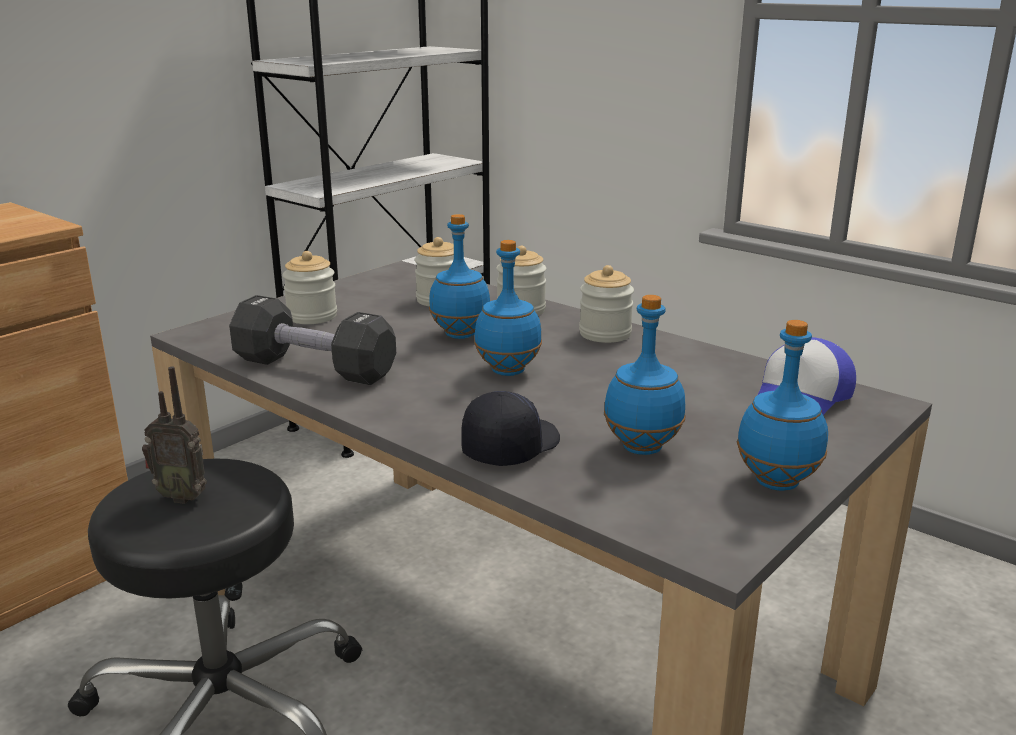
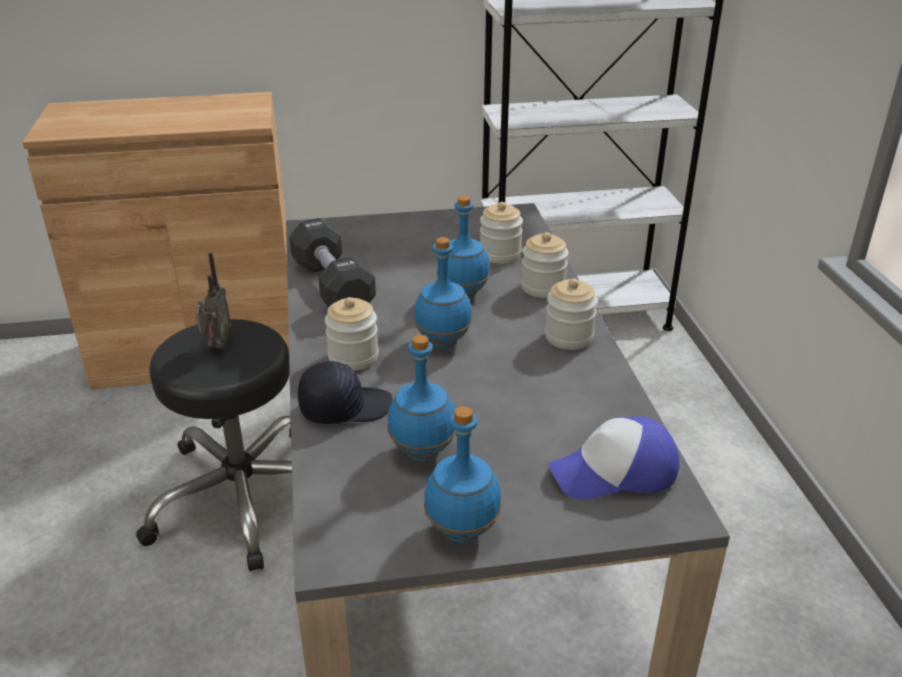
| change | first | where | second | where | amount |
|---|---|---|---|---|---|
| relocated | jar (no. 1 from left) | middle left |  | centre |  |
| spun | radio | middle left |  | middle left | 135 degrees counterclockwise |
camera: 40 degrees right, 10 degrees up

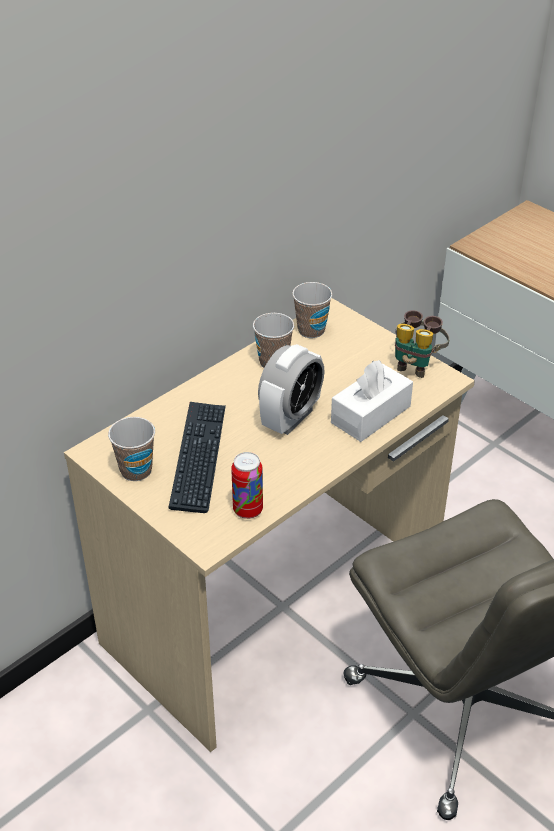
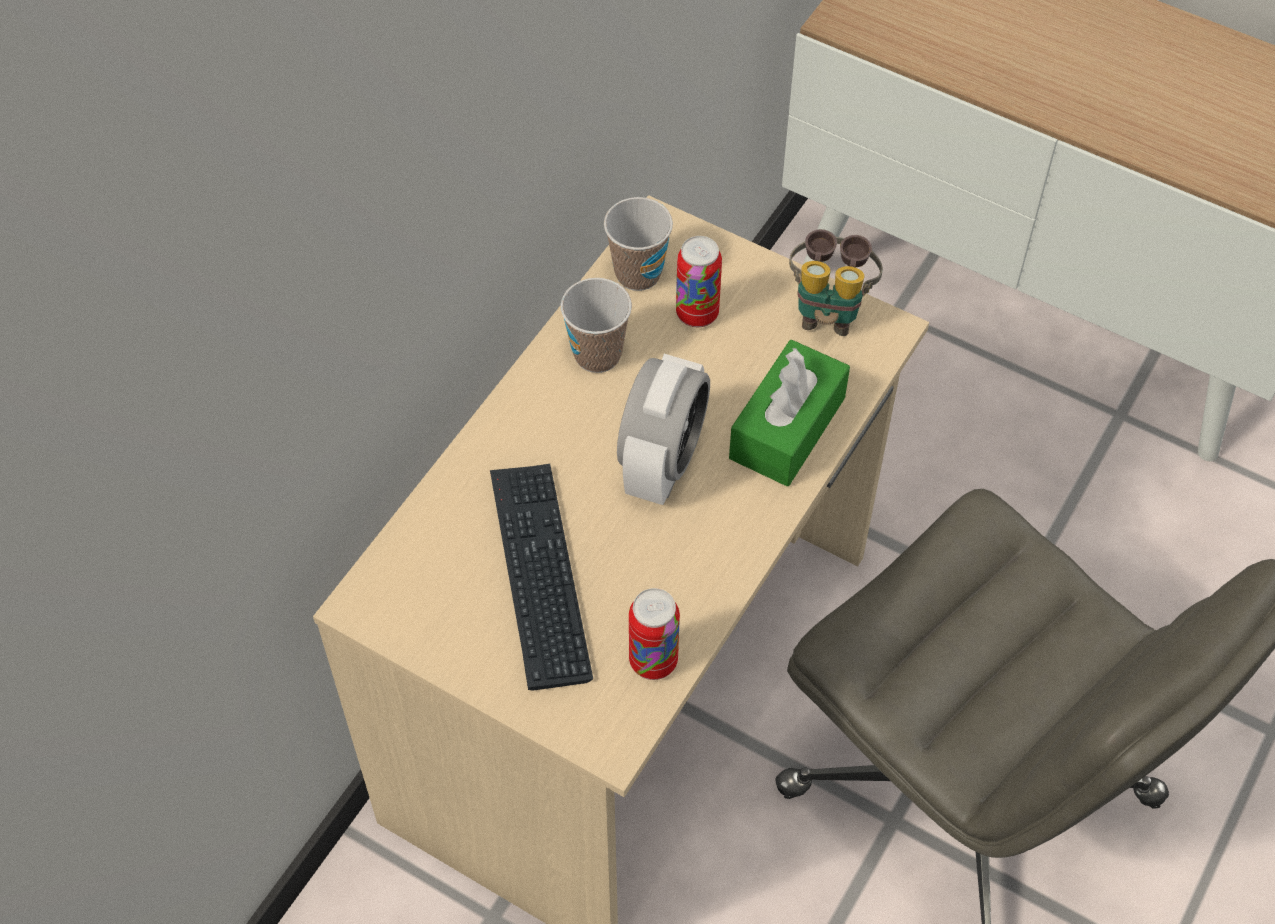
| change | first | where | second | where | amount |
|---|---|---|---|---|---|
| colour | tissue box (white) | middle right | tissue box (green) | centre |  |
| missing | cup (no. 1 from left) | middle left |  |  |  |
| appeared |  |  | can (no. 2 from left) | top centre |  |
camera: 15 degrees left, 15 degrees up

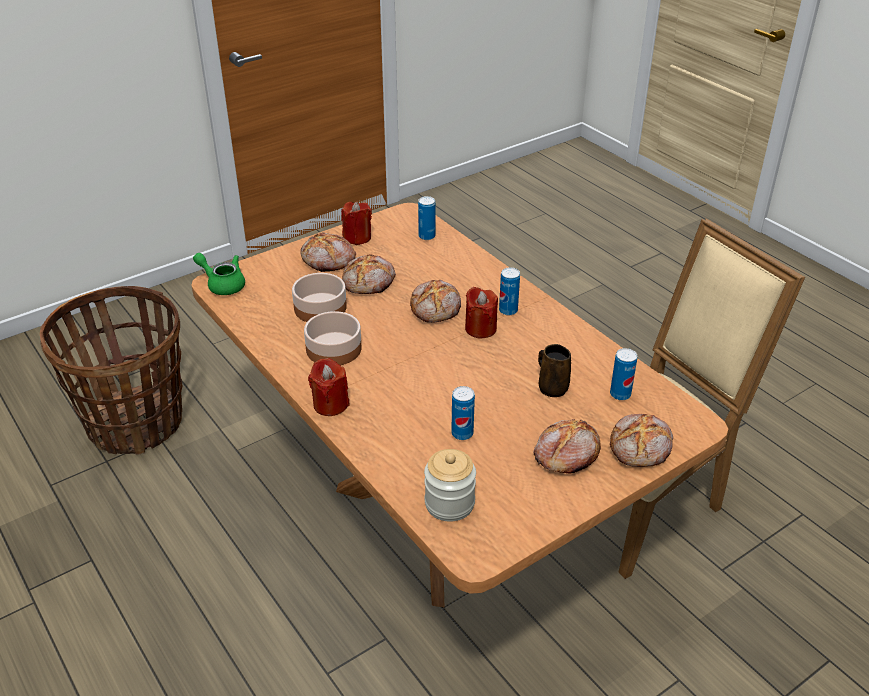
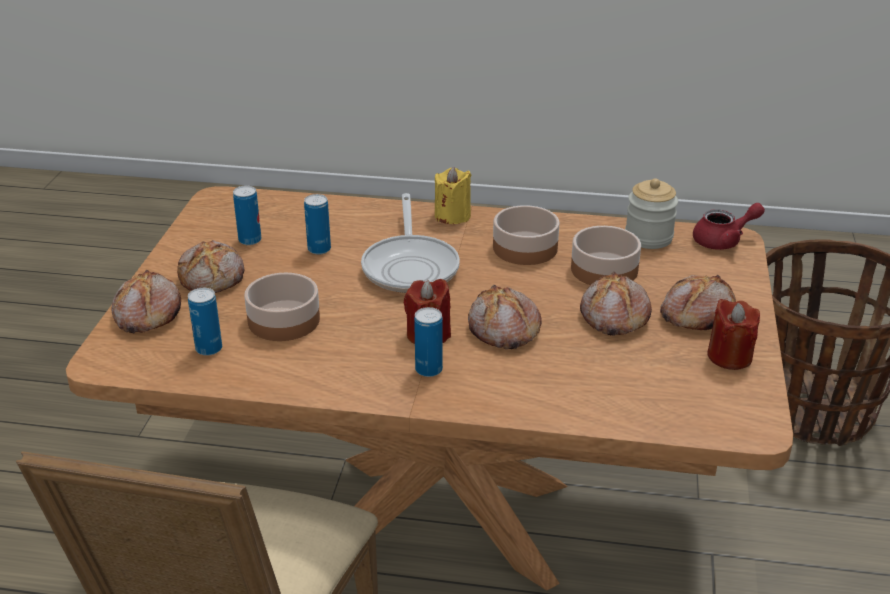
| change | first | where | second | where | amount |
|---|---|---|---|---|---|
| relocated | can (no. 1 from left in the first image) | top centre | can (no. 2 from left) | middle left |  |
| colour | teapot (green) | middle left | teapot (red) | middle right |  |
| exchanged | mug (brown) | centre | bowl (no. 1 from left) | middle left |  |
| colour | candle (red) (no. 1 from left) | centre | candle (yellow) | top centre |  |
| relocated | jar | bottom centre |  | middle right |  |
| appeared |  |  | frying pan | centre |  |
camera: 135 degrees right, 5 degrees down

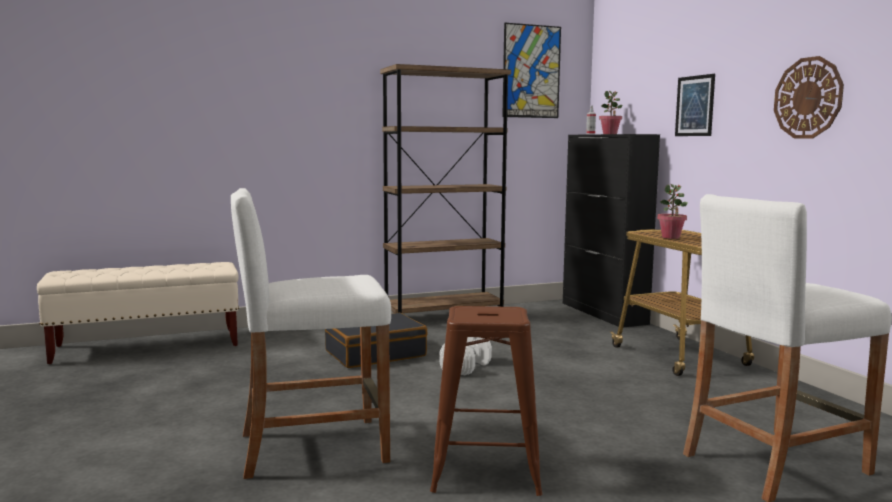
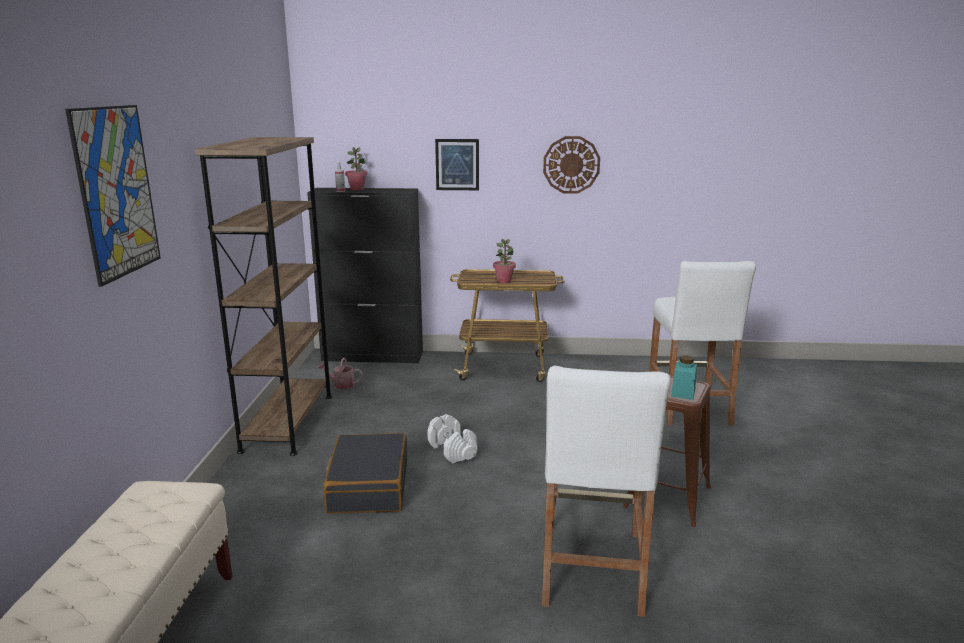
| change | first | where | second | where | amount |
|---|---|---|---|---|---|
| relocated | picture (no. 1 from left) | top centre |  | top left |  |
| appeared |  |  | jar (turquoise) | middle right |  |
| appeared |  |  | watering can | centre |  |
camera: 65 degrees left, 10 degrees up

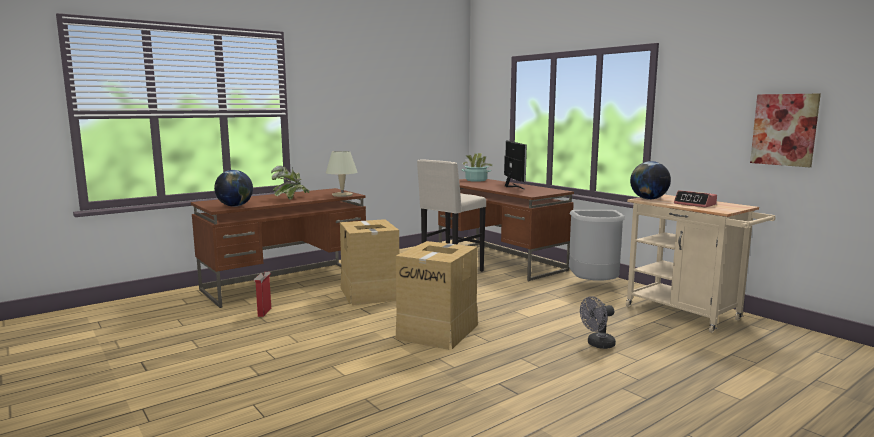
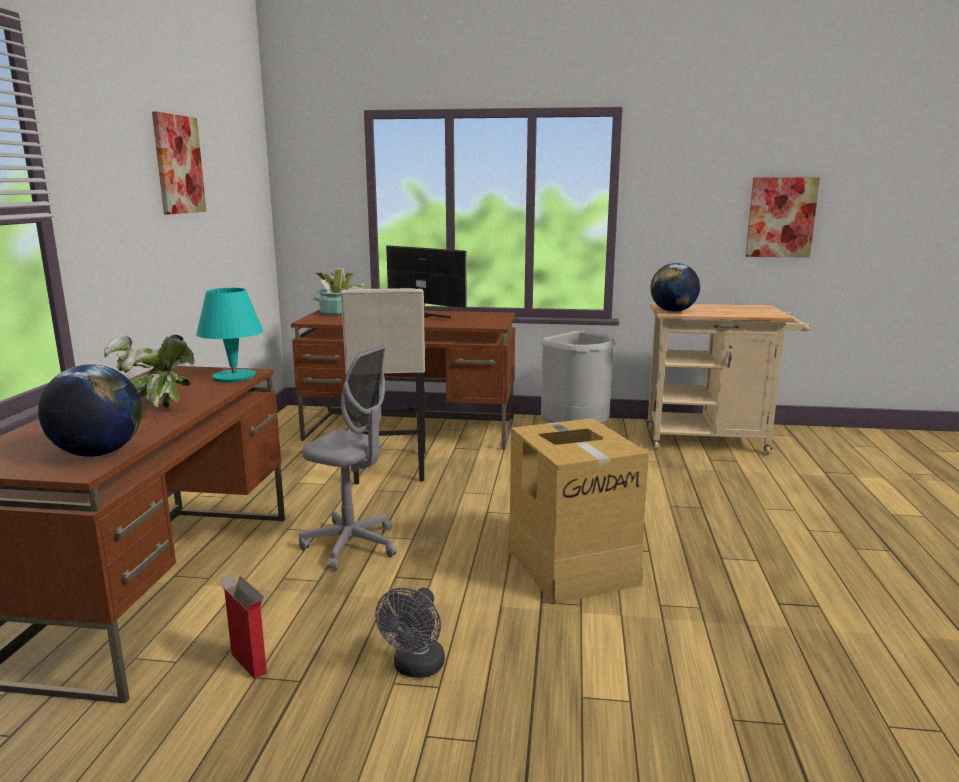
| change | first | where | second | where | amount |
|---|---|---|---|---|---|
| colour | table lamp (beige) | centre | table lamp (turquoise) | middle left |  |
| missing | alarm clock | middle right |  |  |  |
| exchanged | cardboard box (no. 2 from left) | centre | office chair (grey) | centre |  |
| relocated | fan (grey) | bottom right |  | bottom centre |  |
| appeared |  |  | picture (no. 1 from left) | top left |  |
camera: 45 degrees left, 5 degrees up

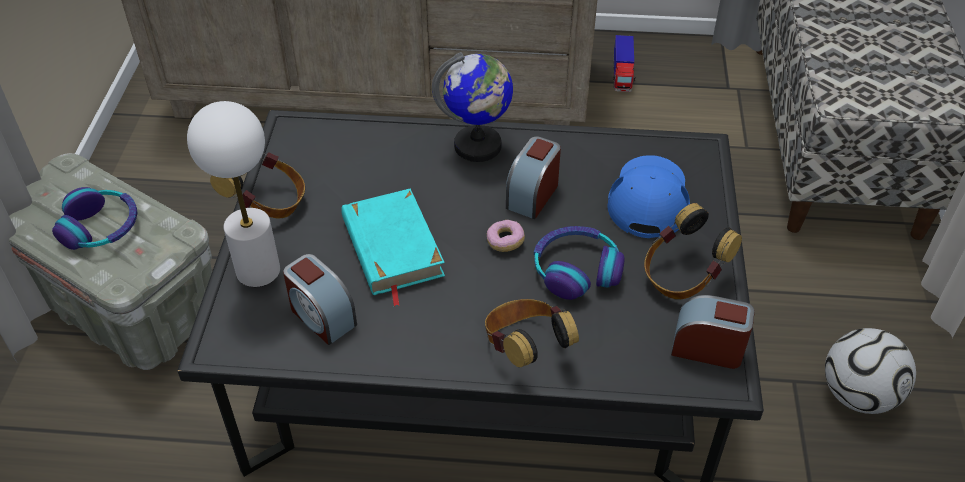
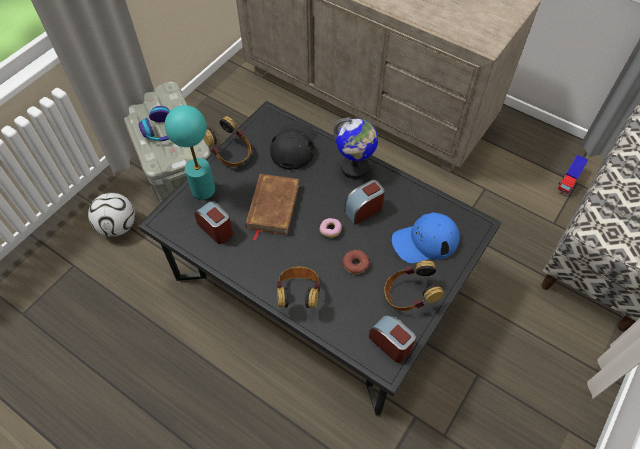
| change | first | where | second | where | amount |
|---|---|---|---|---|---|
| relocated | toy truck | top centre |  | middle right |  |
| colour | table lamp (white) | middle left | table lamp (turquoise) | middle left |  |
| spun | cap (blue) | middle right |  | centre | 150 degrees counterclockwise |
| colour | book (turquoise) | centre | book (brown) | centre |  |
| exchanged | headphones (no. 4 from left) | centre | donut (no. 2 from left) | centre |  |
| spun | alarm clock (no. 1 from left) | middle left |  | middle left | 150 degrees clockwise |
| relocated | football | bottom right |  | middle left |  |
| appeared |  |  | cap (black) | top centre |  |
camera: 30 degrees right, 10 degrees up

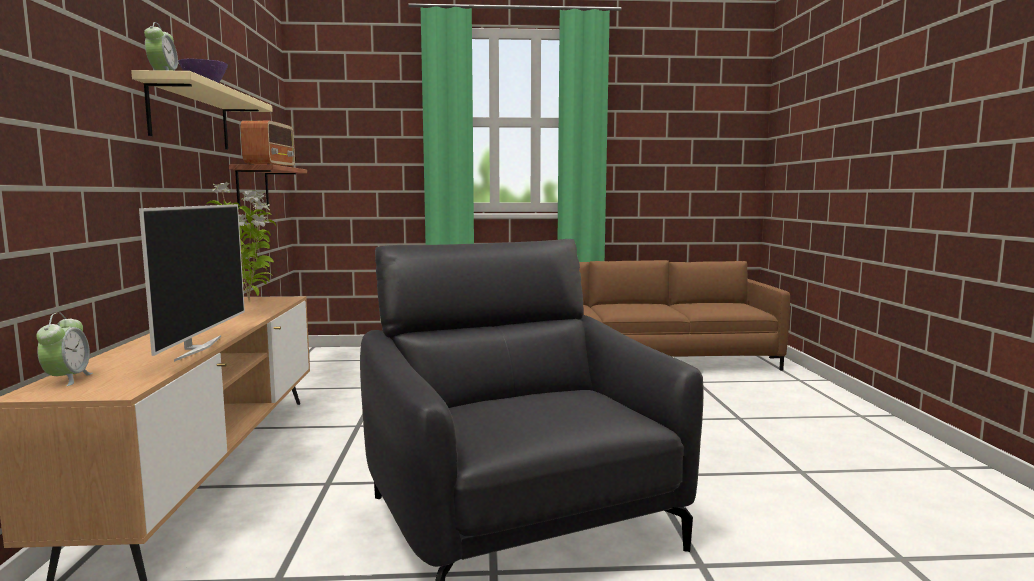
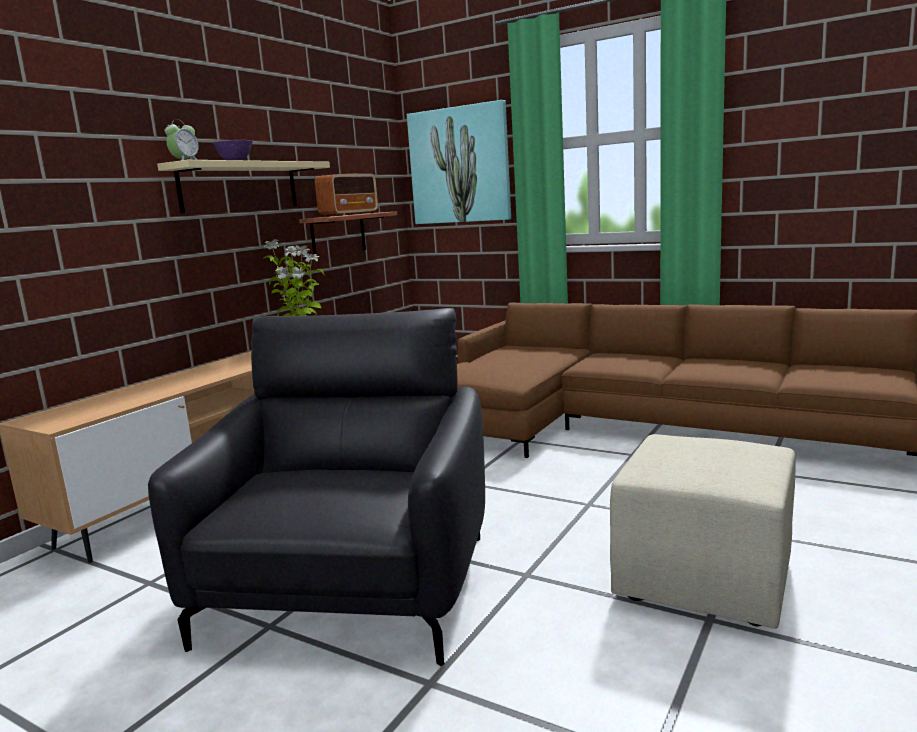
| change | first | where | second | where | amount |
|---|---|---|---|---|---|
| missing | television | middle left |  |  |  |
| missing | alarm clock (no. 1 from left) | middle left |  |  |  |
| appeared |  |  | picture | top centre |  |
| appeared |  |  | ottoman (beige) | bottom right |  |
camera: 35 degrees right, 5 degrees up

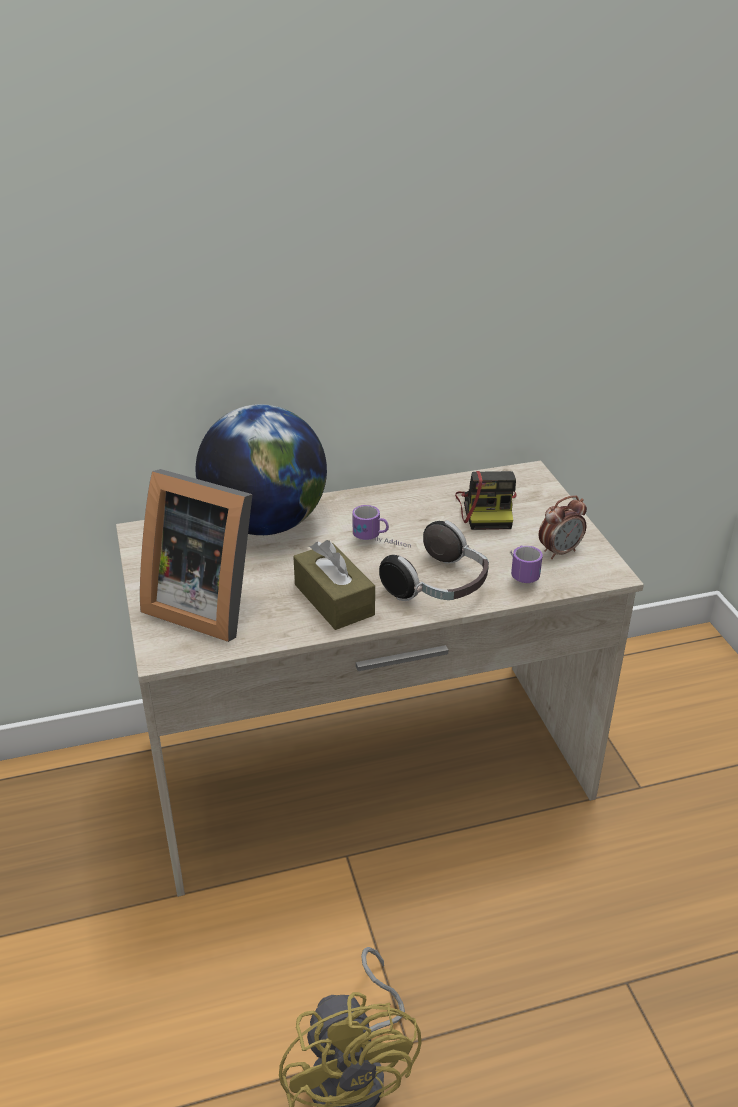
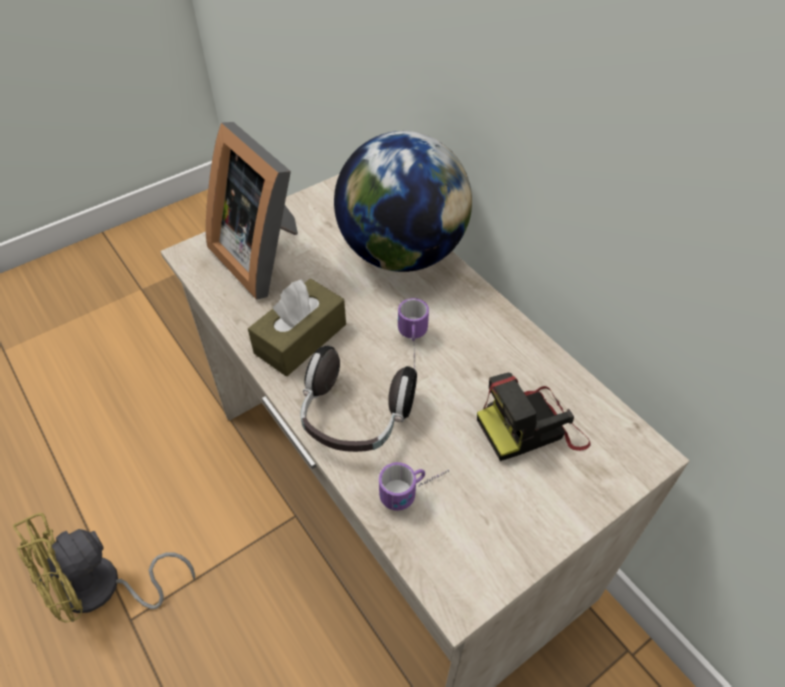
| change | first | where | second | where | amount |
|---|---|---|---|---|---|
| spun | picture frame | middle left |  | top left | 45 degrees counterclockwise |
| missing | alarm clock | middle right |  |  |  |
camera: 70 degrees right, 15 degrees up

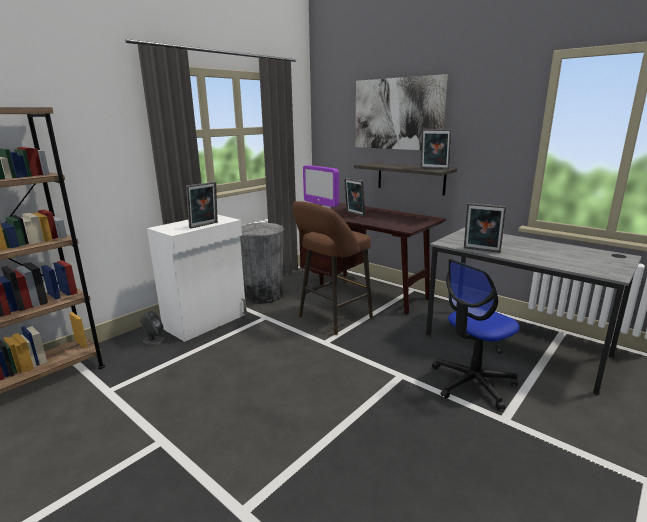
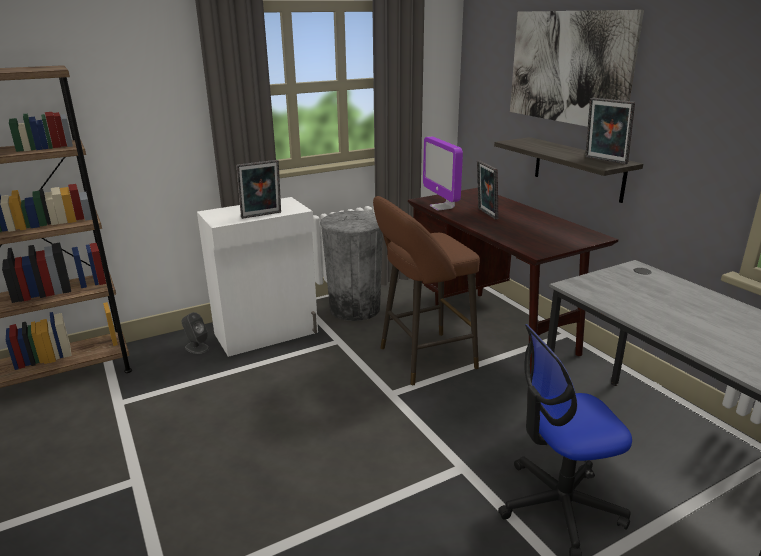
| change | first | where | second | where | amount |
|---|---|---|---|---|---|
| missing | picture frame (no. 4 from left) | middle right |  |  |  |
camera: 20 degrees right, 5 degrees up

